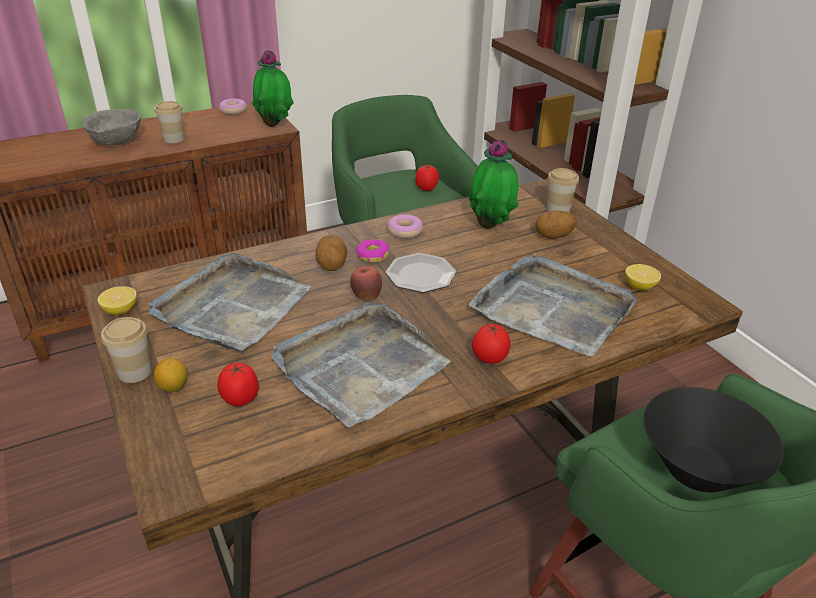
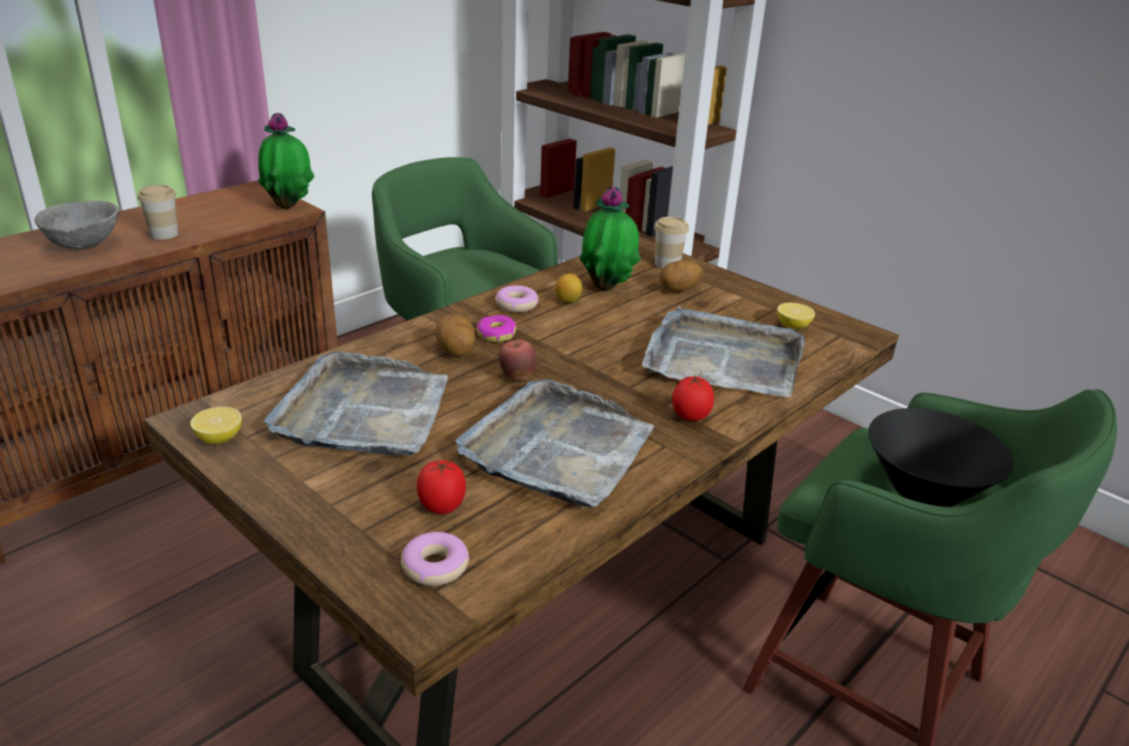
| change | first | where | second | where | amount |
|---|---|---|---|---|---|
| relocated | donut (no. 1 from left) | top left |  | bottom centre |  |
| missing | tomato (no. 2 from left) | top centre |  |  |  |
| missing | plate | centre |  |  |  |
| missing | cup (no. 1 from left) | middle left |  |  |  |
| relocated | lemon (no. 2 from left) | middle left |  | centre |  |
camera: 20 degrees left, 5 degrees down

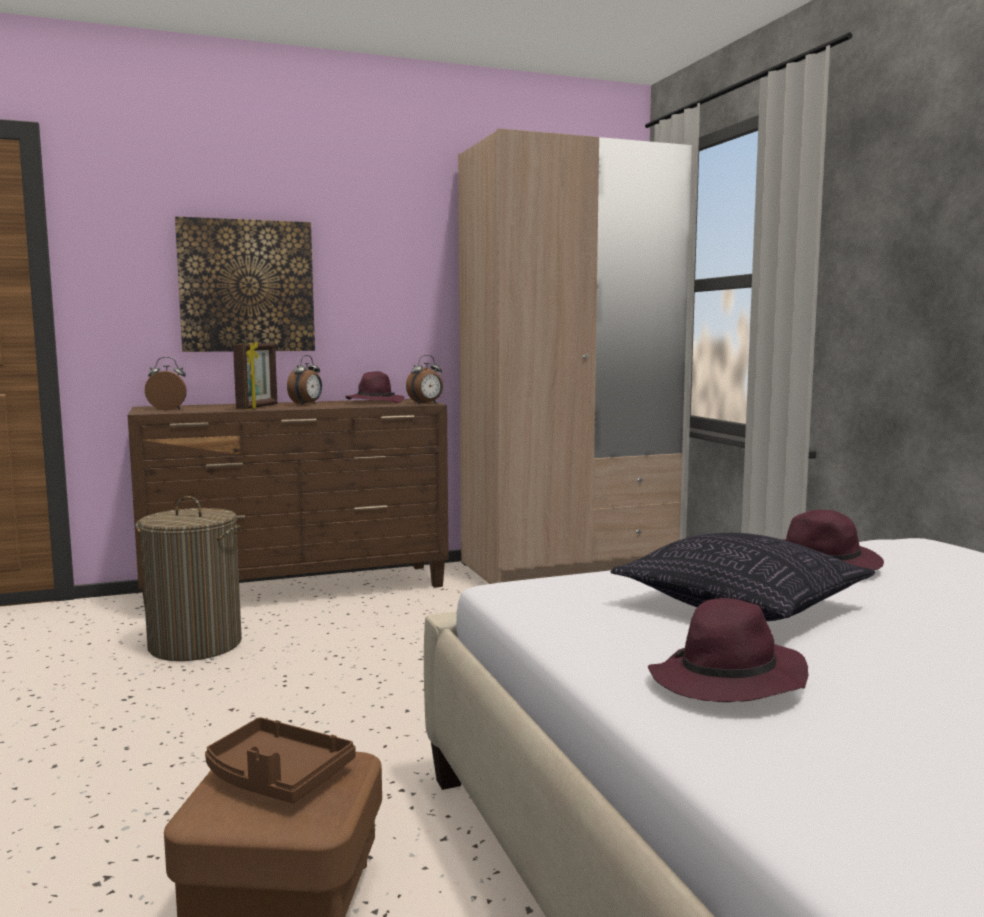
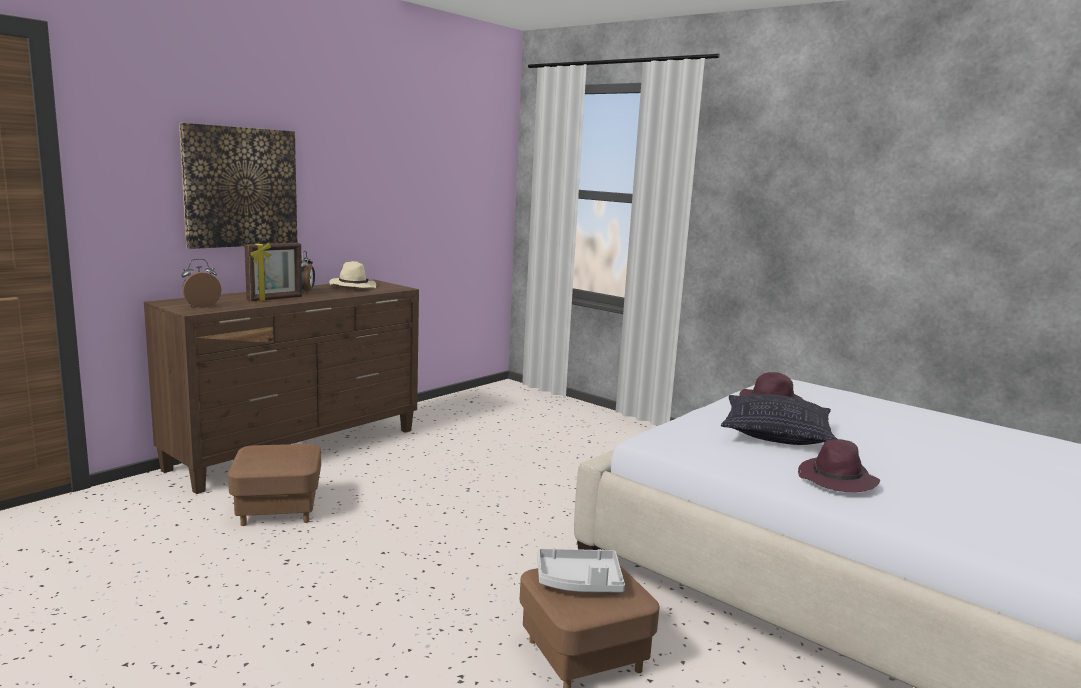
| change | first | where | second | where | amount |
|---|---|---|---|---|---|
| missing | wardrobe (beige) | centre |  |  |  |
| spun | picture frame | middle left |  | middle left | 60 degrees clockwise |
| missing | alarm clock (no. 3 from left) | centre |  |  |  |
| colour | hat (purple) (no. 1 from left) | centre | hat (beige) | middle left |  |
| exchanged | laundry basket | middle left | ottoman (brown) (no. 1 from left) | bottom left |  |
| colour | tray (brown) | bottom left | tray (grey) | bottom centre |  |
camera: 30 degrees left, 5 degrees up

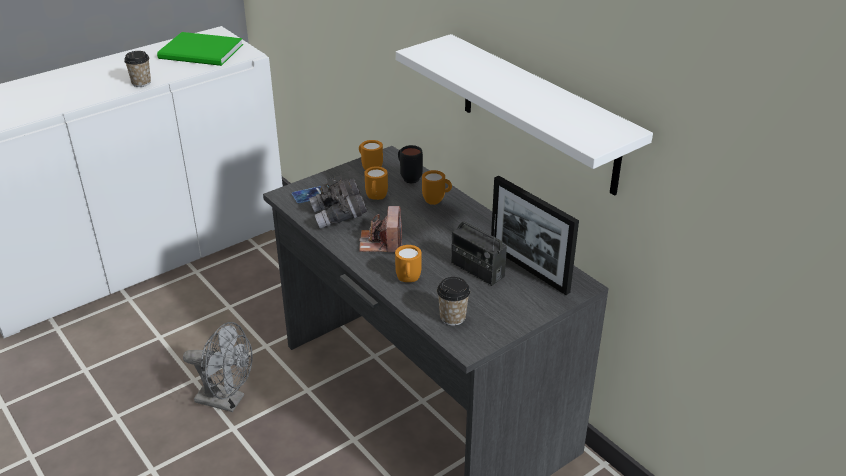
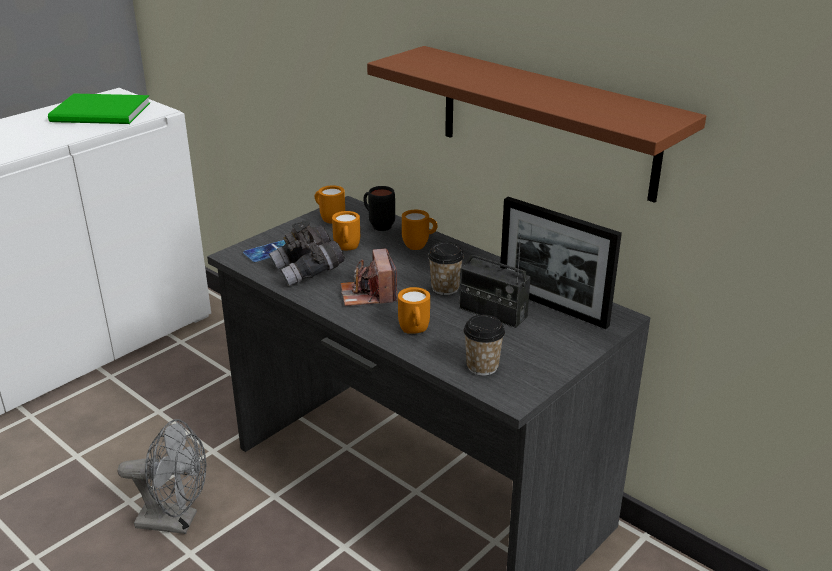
| change | first | where | second | where | amount |
|---|---|---|---|---|---|
| colour | shelf (white) | top centre | shelf (brown) | top centre |  |
| relocated | cup (no. 1 from left) | top left |  | centre |  |
camera: 10 degrees left, 5 degrees down

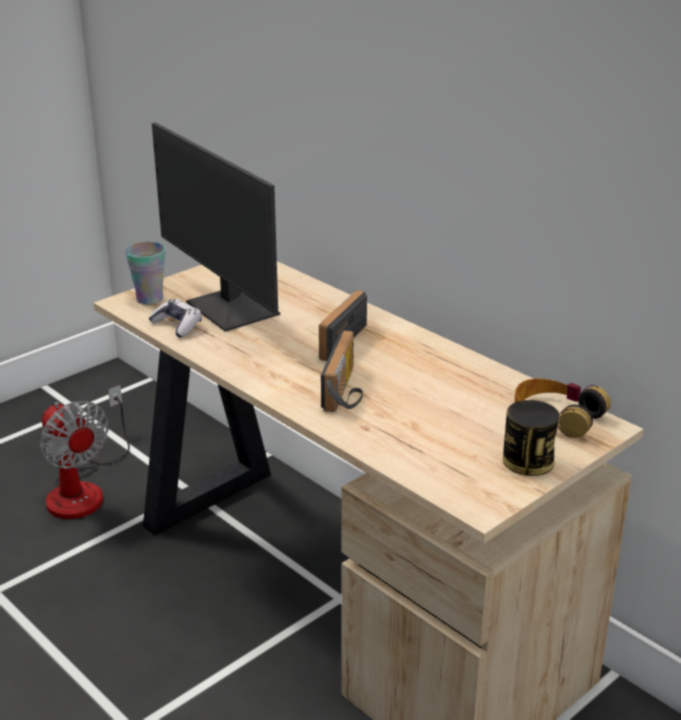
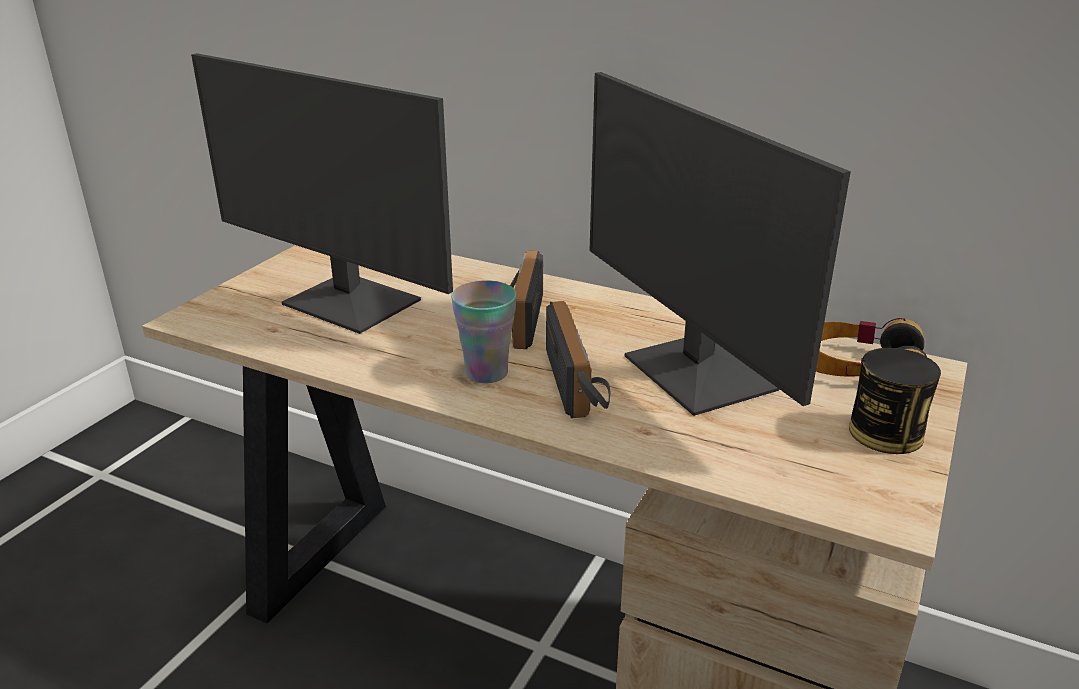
| change | first | where | second | where | amount |
|---|---|---|---|---|---|
| relocated | cup | middle left |  | centre |  |
| missing | game controller | middle left |  |  |  |
| missing | fan | middle left |  |  |  |
| appeared |  |  | monitor (no. 2 from left) | middle right |  |
camera: 20 degrees left, 0 degrees up

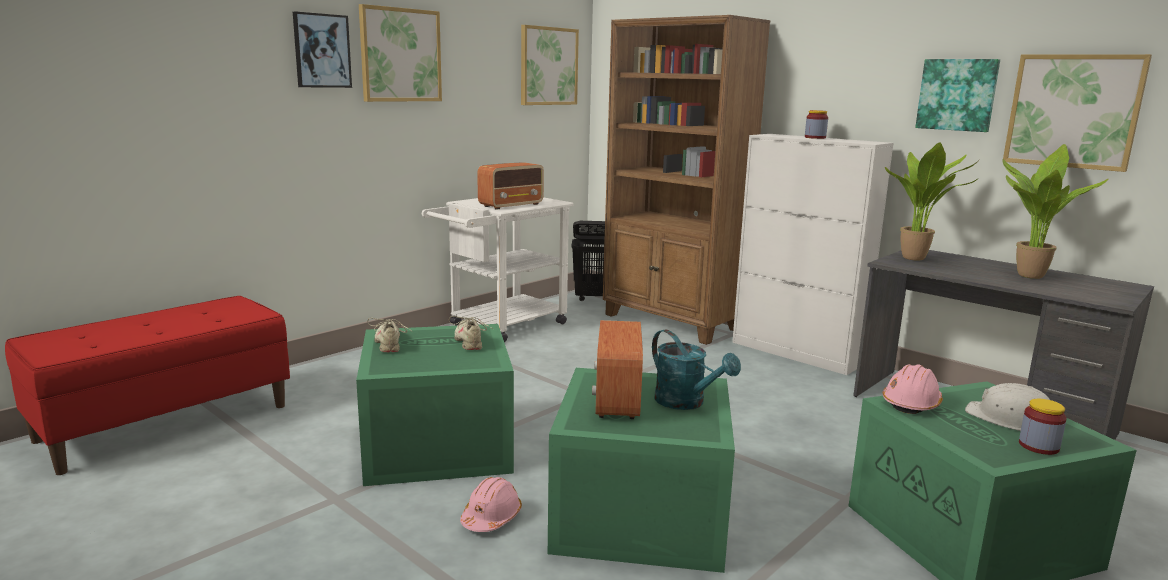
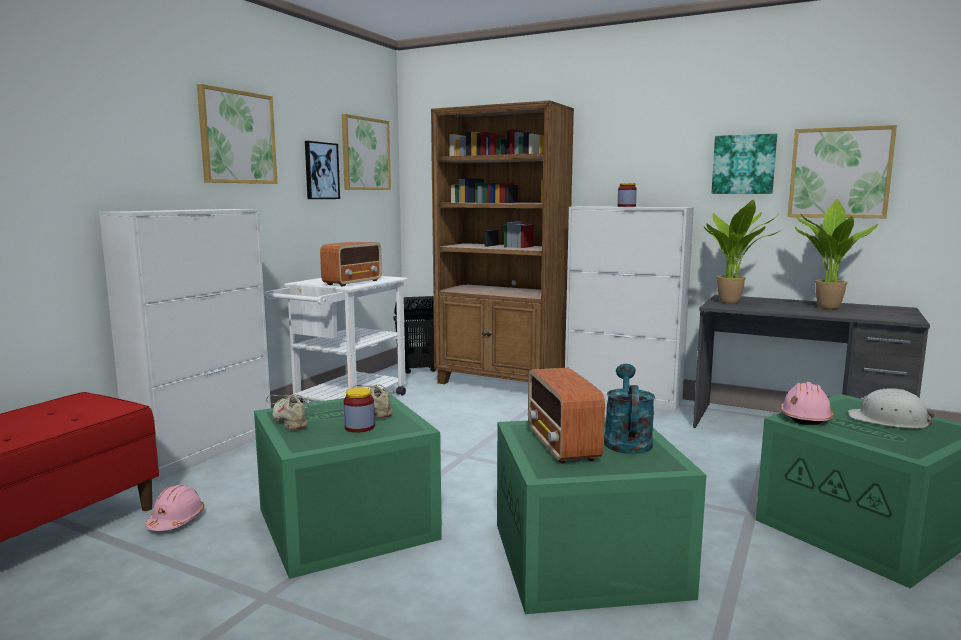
| change | first | where | second | where | amount |
|---|---|---|---|---|---|
| relocated | picture (no. 1 from left in the first image) | top left | picture (no. 2 from left) | top centre |  |
| spun | watering can (turquoise) | centre |  | centre | 120 degrees counterclockwise |
| relocated | jar (no. 2 from left in the first image) | bottom right | jar (no. 1 from left) | centre |  |
| relocated | hard hat (pink) (no. 1 from left) | bottom centre |  | bottom left |  |
| appeared |  |  | cabinet (white) (no. 1 from left) | middle left |  |
camera: 15 degrees left, 5 degrees down

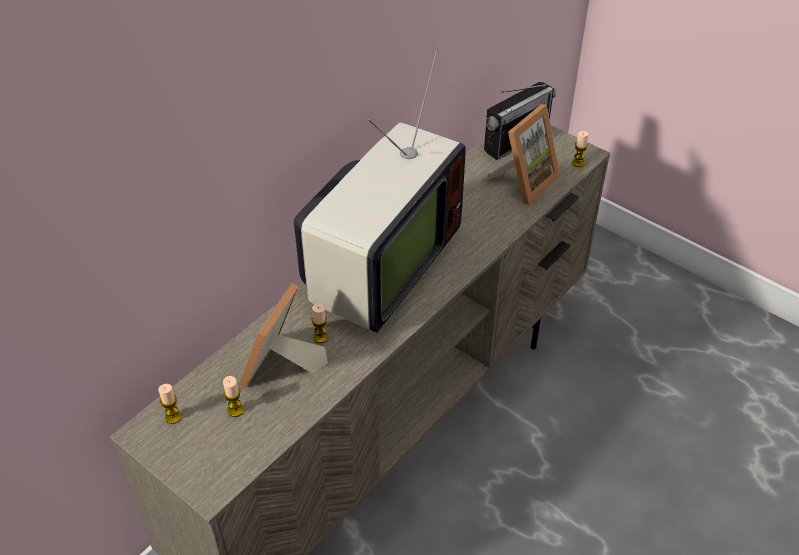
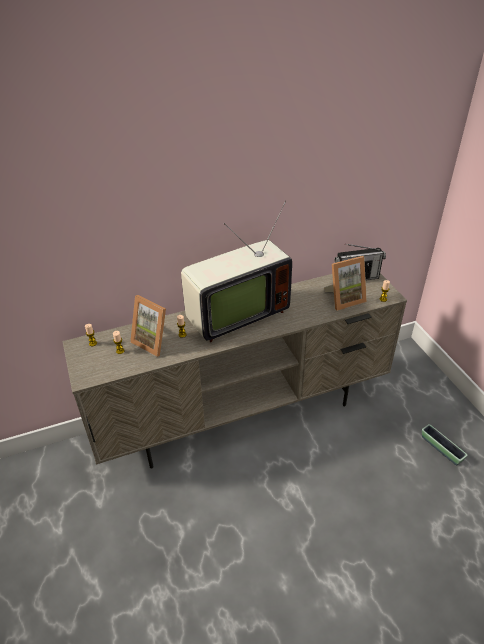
| change | first | where | second | where | amount |
|---|---|---|---|---|---|
| spun | picture frame (no. 1 from left) | centre |  | middle left | 105 degrees counterclockwise |
| appeared |  |  | planter | bottom right |  |
camera: 30 degrees right, 5 degrees down

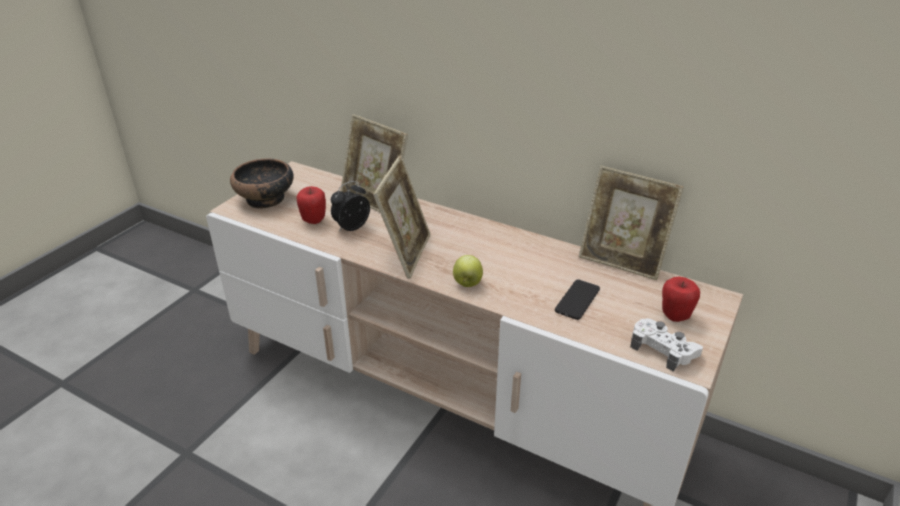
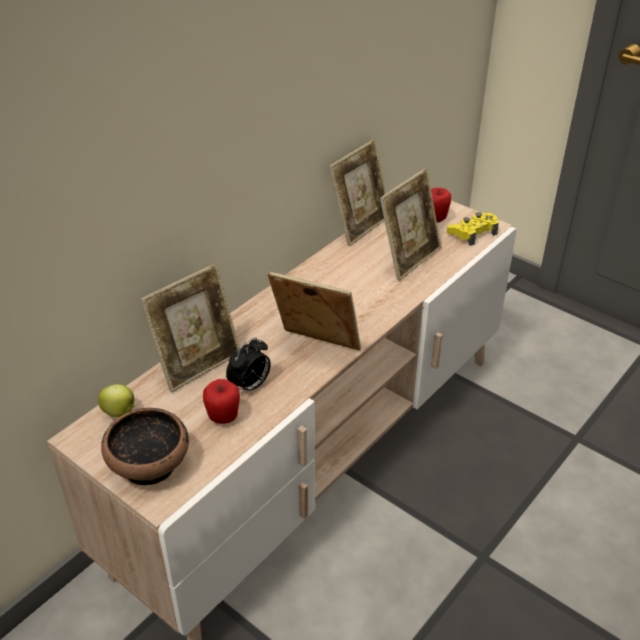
| change | first | where | second | where | amount |
|---|---|---|---|---|---|
| spun | alarm clock | centre |  | centre | 105 degrees counterclockwise |
| relocated | apple (no. 2 from left in the first image) | centre | apple (no. 1 from left) | middle left |  |
| exchanged | phone | centre | picture frame (no. 4 from left) | centre |  |
| colour | game controller (white) | bottom right | game controller (yellow) | middle right |  |
camera: 80 degrees left, 5 degrees up

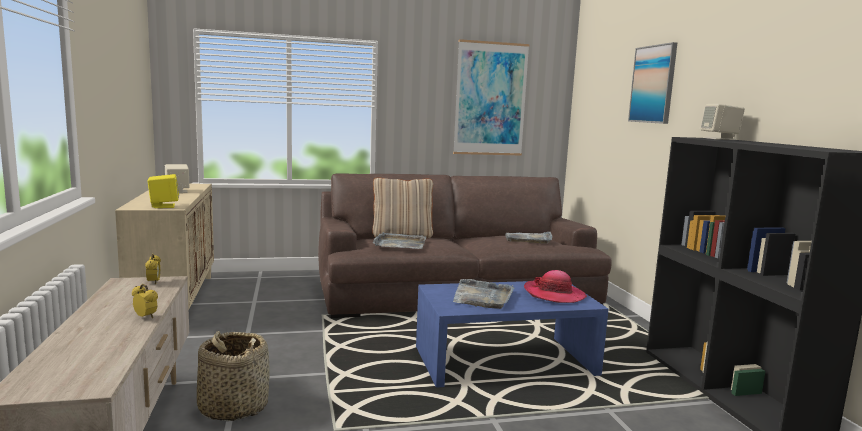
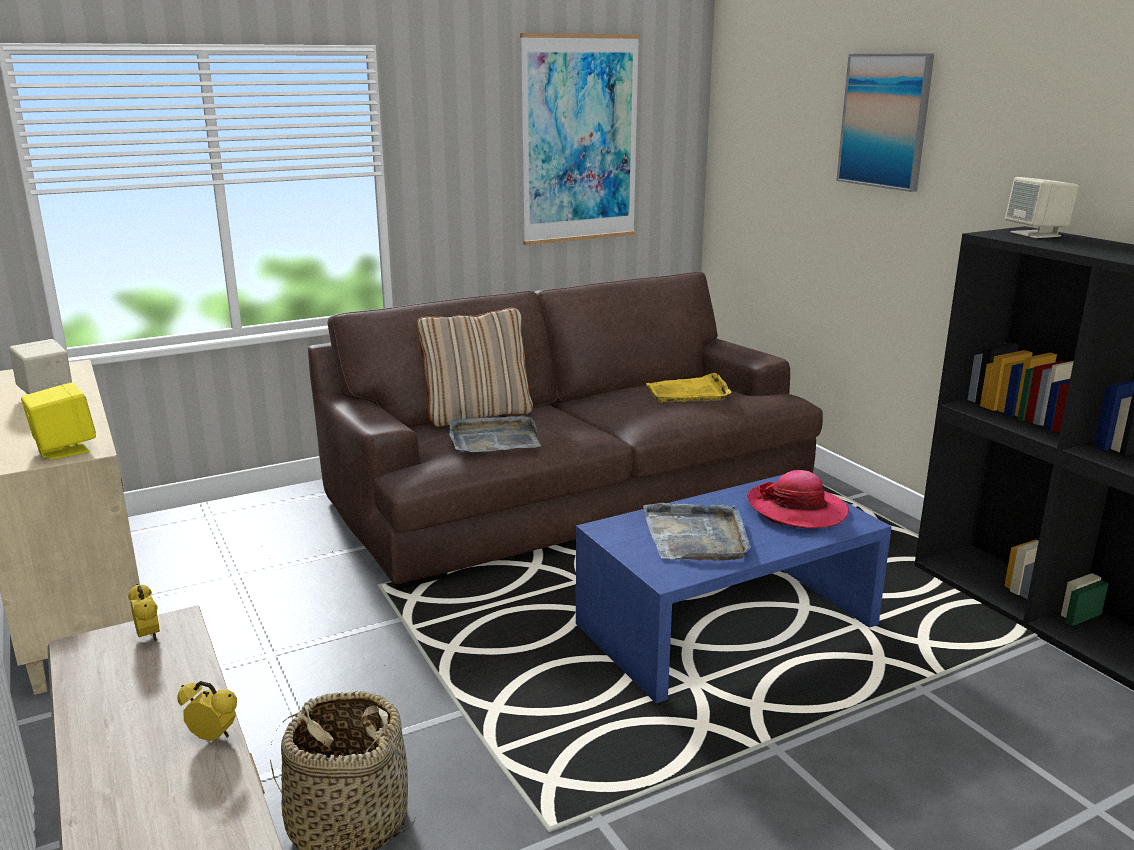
| change | first | where | second | where | amount |
|---|---|---|---|---|---|
| colour | tray (grey) (no. 3 from left) | centre | tray (yellow) | centre |  |
camera: 15 degrees left, 10 degrees up

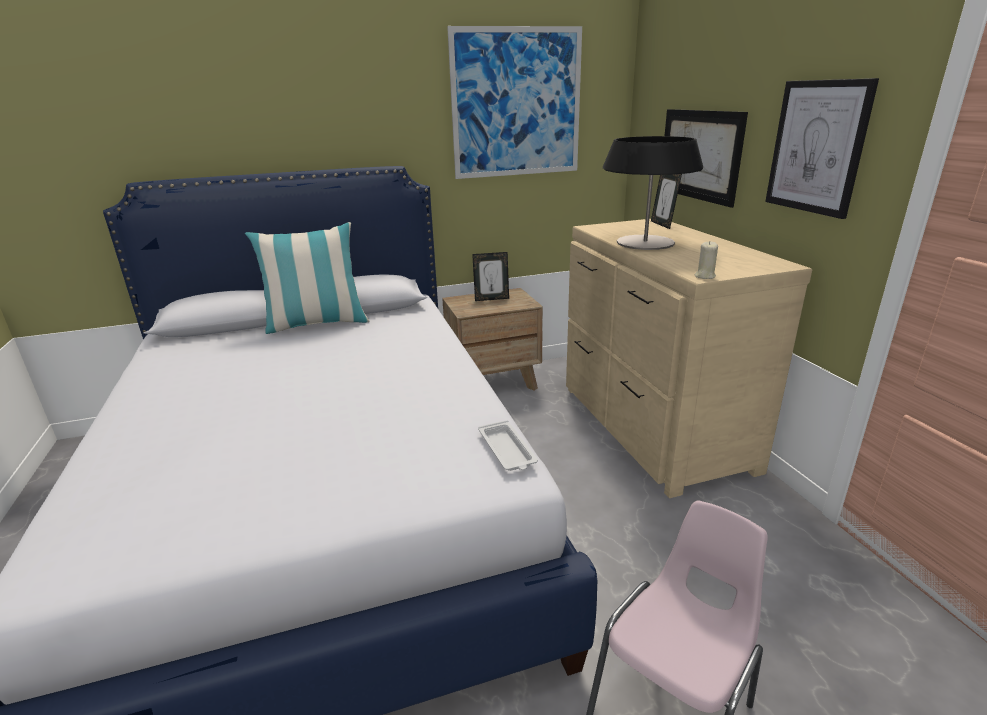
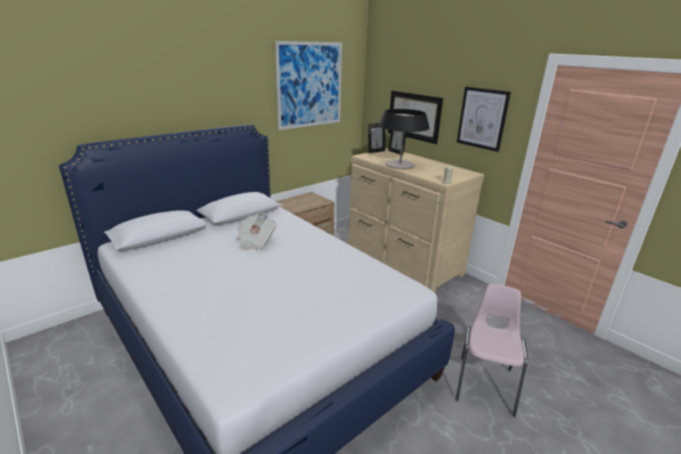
| change | first | where | second | where | amount |
|---|---|---|---|---|---|
| missing | pillow | middle left |  |  |  |
| relocated | picture frame (no. 1 from left) | centre |  | top centre |  |
| missing | tray (white) | centre |  |  |  |
| appeared |  |  | newspaper | centre |  |
camera: 25 degrees left, 0 degrees up

